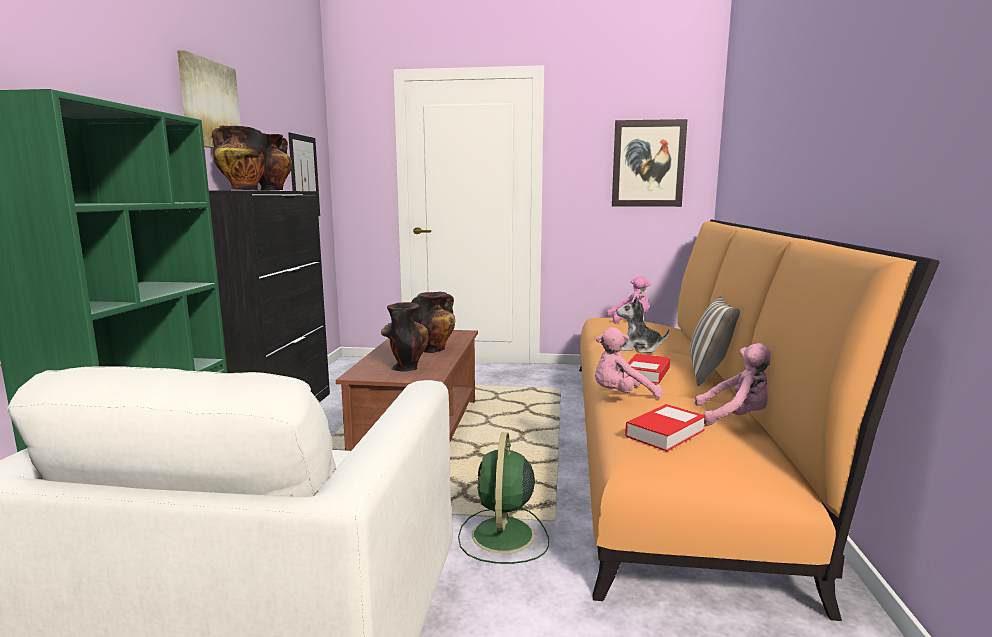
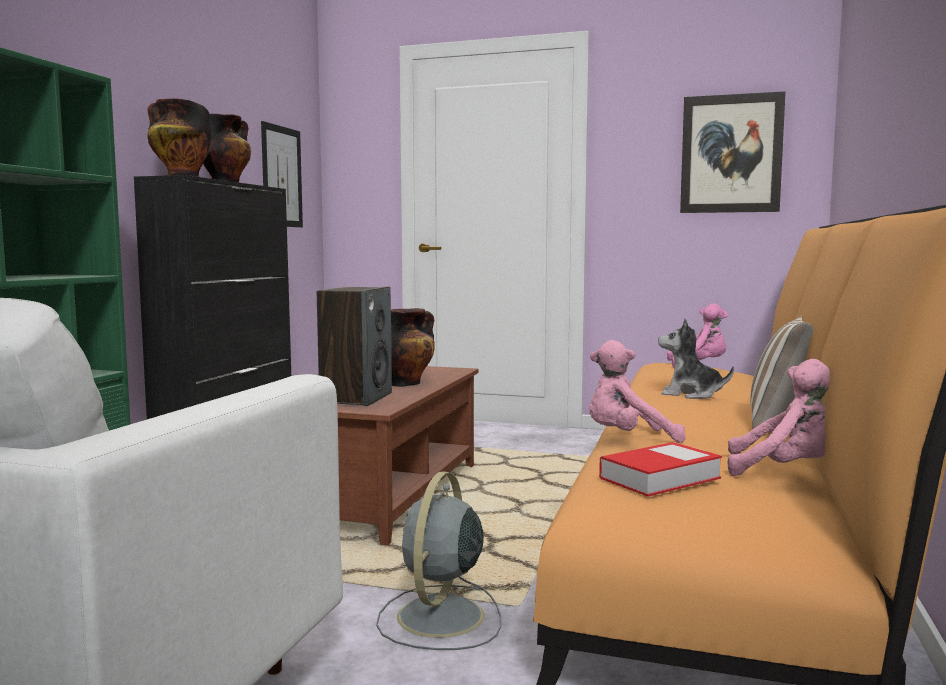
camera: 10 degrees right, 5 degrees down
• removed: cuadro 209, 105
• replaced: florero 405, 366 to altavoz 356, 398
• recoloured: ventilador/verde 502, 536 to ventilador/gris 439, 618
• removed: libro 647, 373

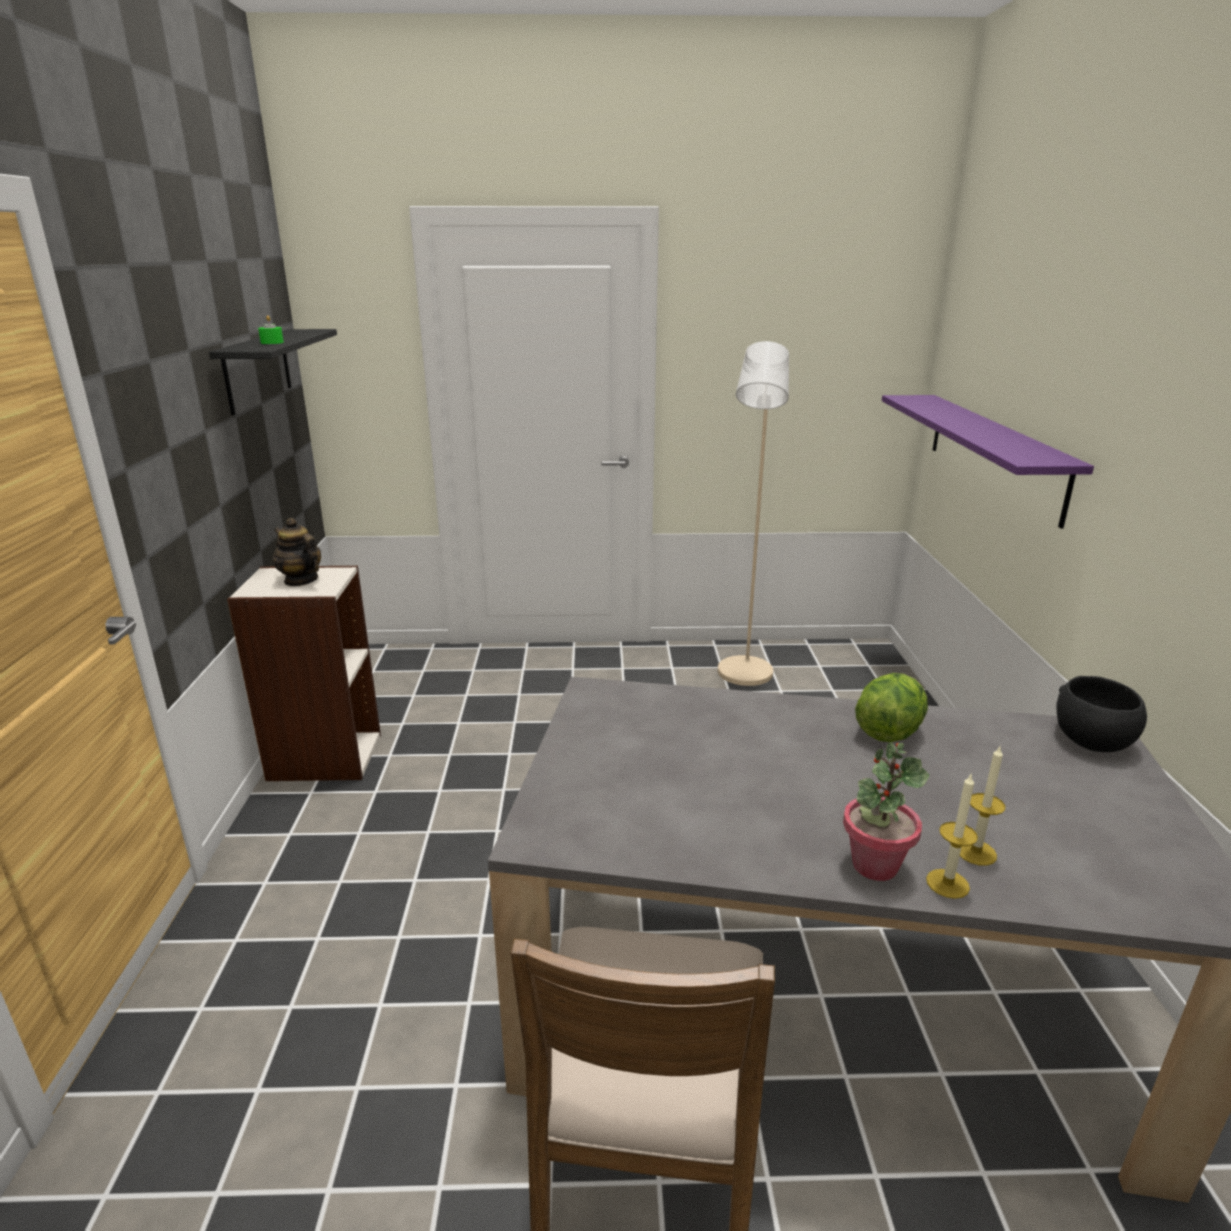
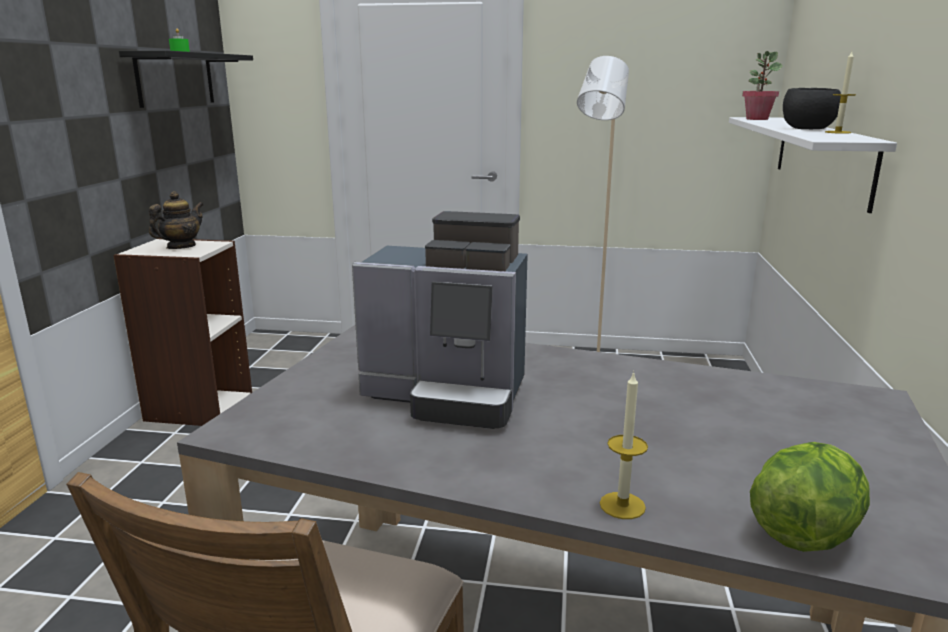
camera: 10 degrees right, 5 degrees down
• turned: tetera 301, 580 = 181, 247 75 degrees clockwise
• moved: planta en maceta 874, 865 to 757, 119
• moved: lechuga 888, 732 to 804, 533
• recoloured: estante/morado 994, 453 to estante/blanco 821, 157
• moved: vela 975, 852 to 838, 132
• moved: cuenco/negro 1090, 740 to 807, 128
• added: cafetera 449, 395

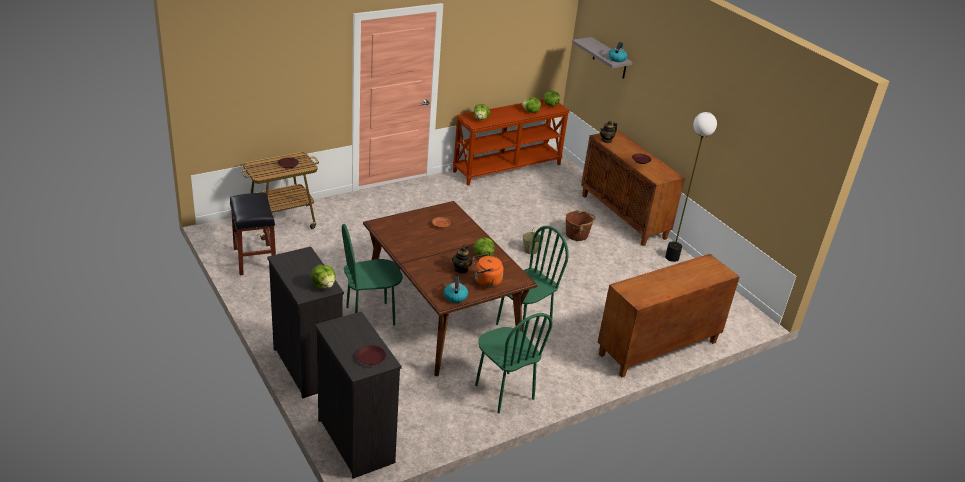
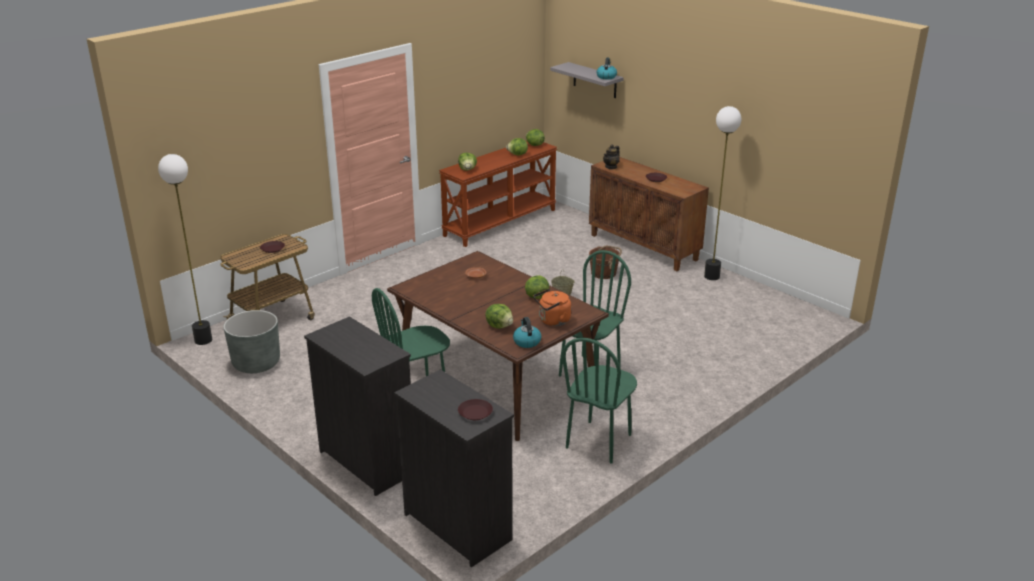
camera: 10 degrees left, 5 degrees down
• replaced: taburete/negro 254, 259 to maceta/gris 256, 363
• moved: lechuga 324, 285 to 500, 326
• removed: tetera 461, 269
• turned: silla/verde 504, 392 = 599, 441 75 degrees clockwise
• removed: armario/marrón 658, 349
• added: lámpara de pie 203, 340

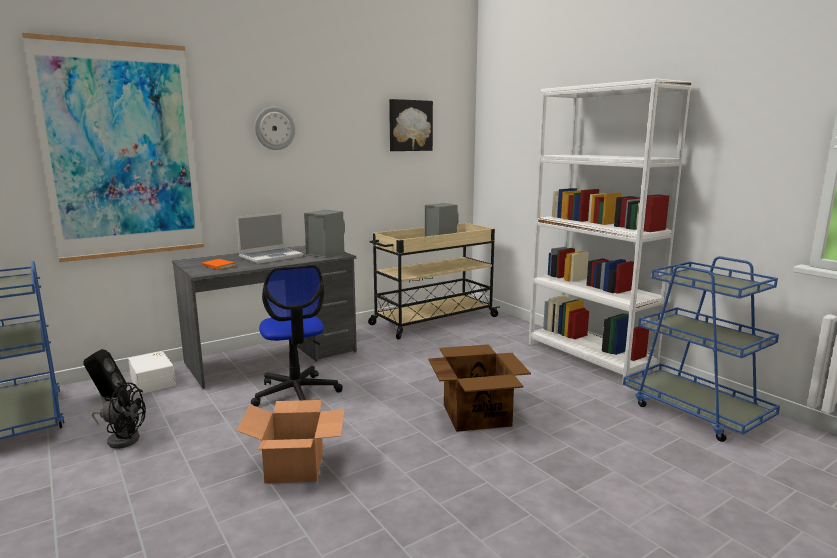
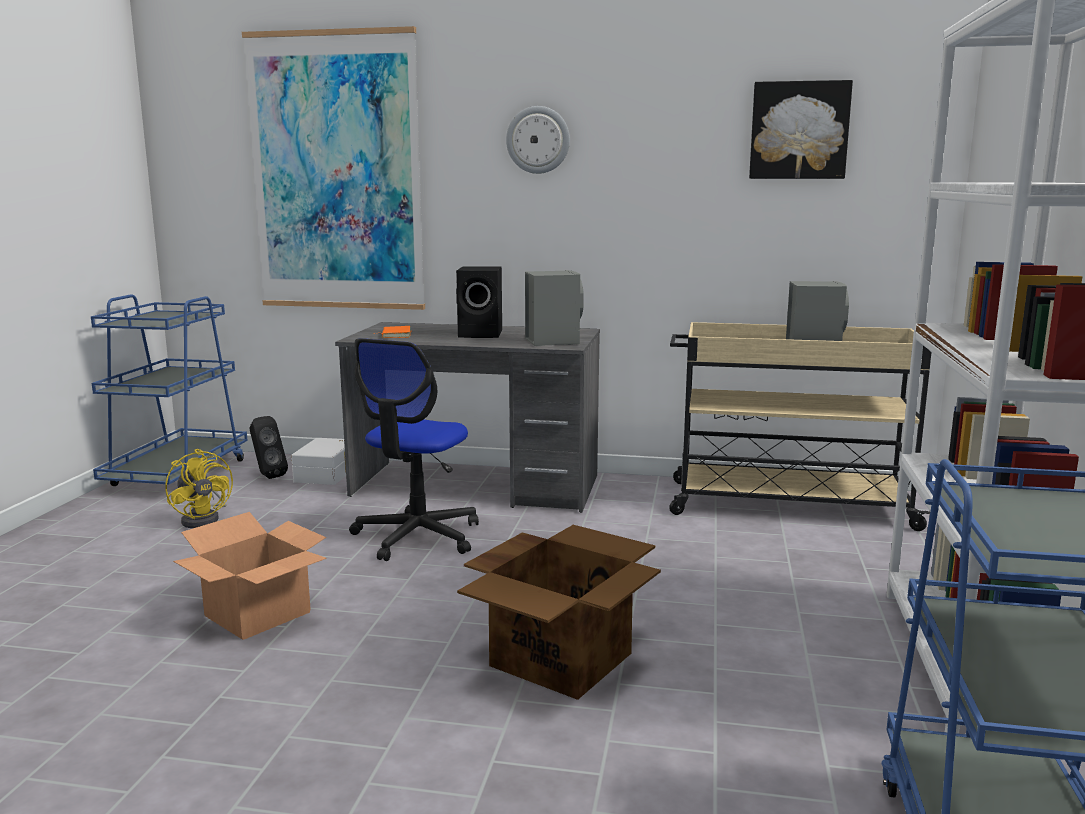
camera: 45 degrees right, 0 degrees up
• recoloured: ventilador/negro 122, 438 to ventilador/amarillo 204, 519
• replaced: portátil 271, 257 to altavoz/negro 482, 334

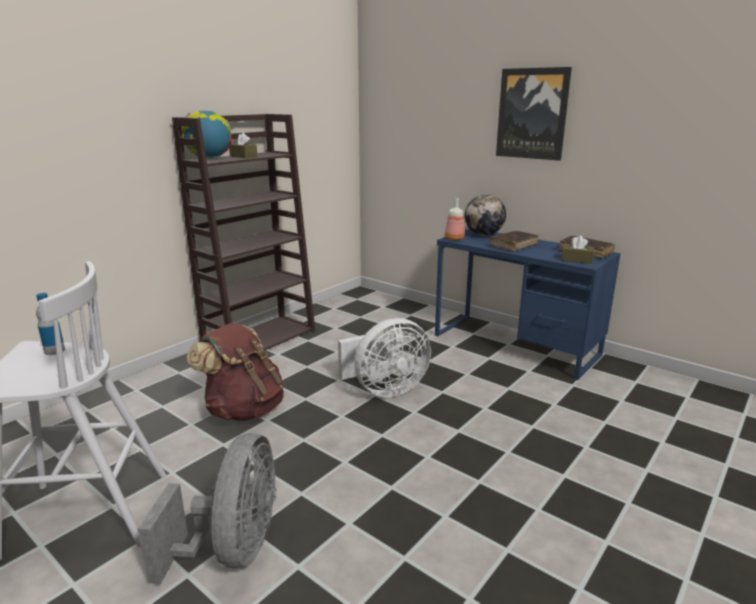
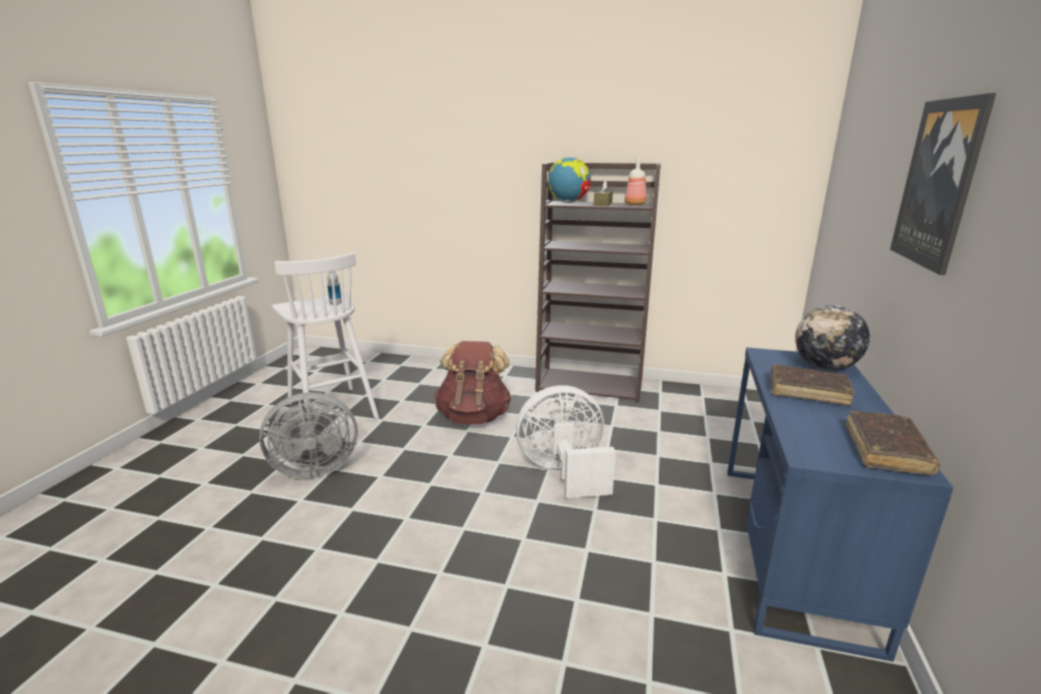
camera: 65 degrees right, 0 degrees up
• turned: ventilador/blanco 385, 390 = 564, 472 135 degrees clockwise
• moved: botella 453, 239 to 634, 204
• removed: caja de pañuelos/marrón 576, 260

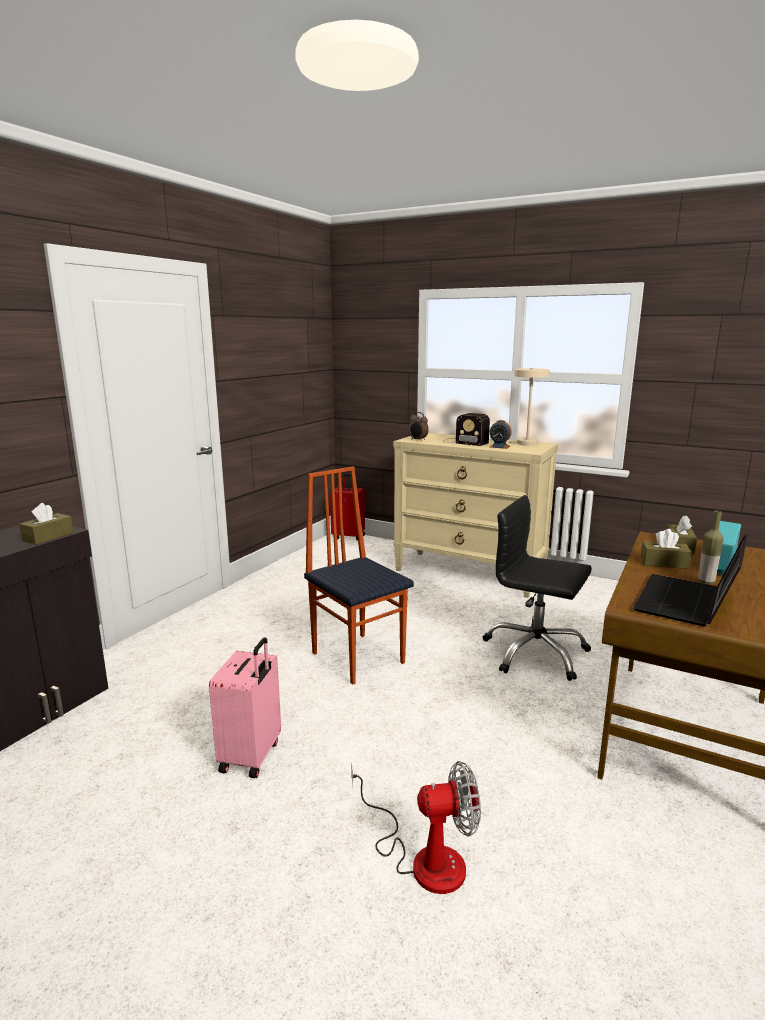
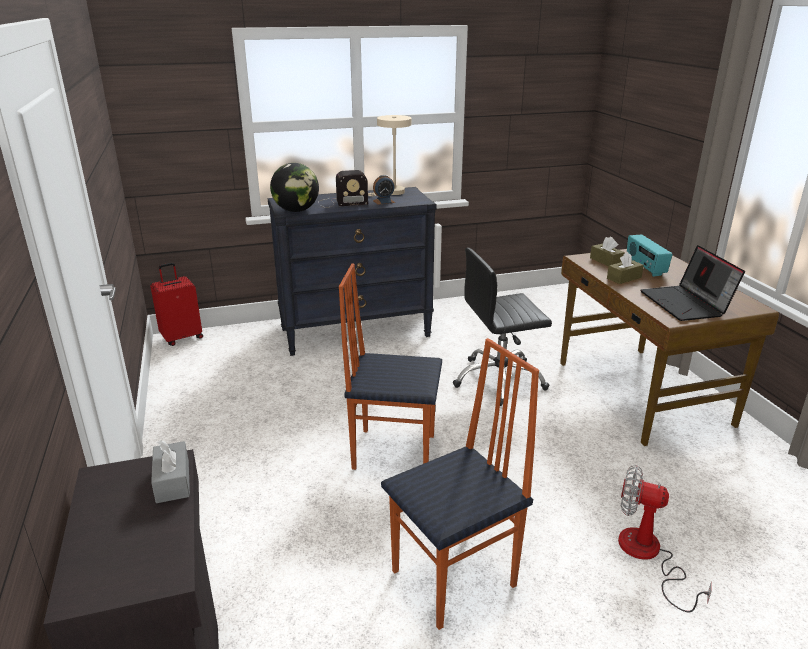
camera: 45 degrees left, 10 degrees up
• recoloured: caja de pañuelos/marrón 48, 537 to caja de pañuelos/gris 173, 481
• replaced: maleta/rosa 252, 756 to silla 456, 579
• turned: ventilador 423, 857 = 647, 556 105 degrees counterclockwise
• recoloured: cómoda/beis 470, 573 to cómoda/negro 356, 332
• replaced: despertador 418, 440 to globo terráqueo 296, 210
• removed: botella 706, 581

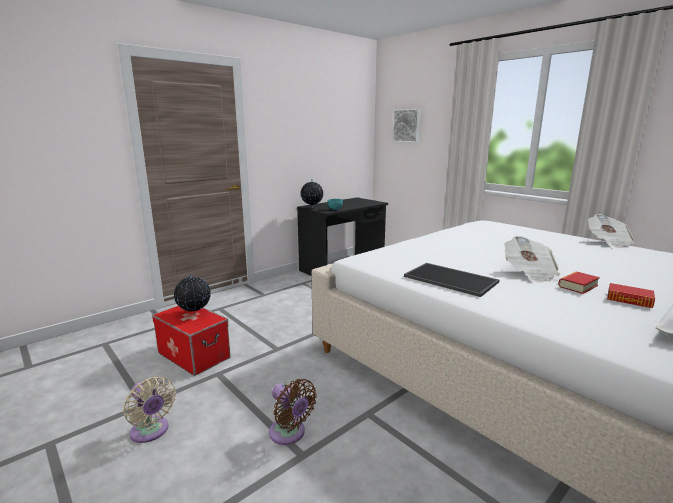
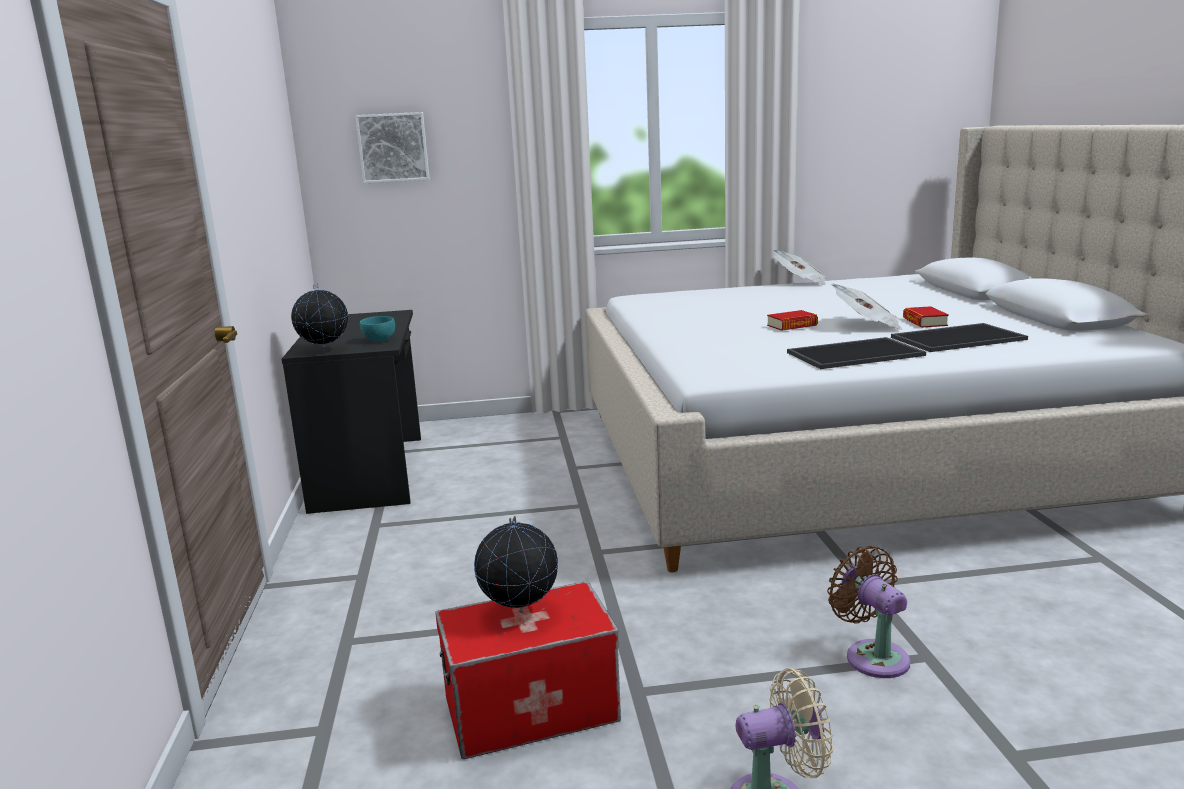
camera: 55 degrees left, 0 degrees up
• turned: ventilador/marrón 289, 434 = 873, 656 105 degrees counterclockwise
• moved: libro 629, 300 to 792, 325
• added: bandeja 957, 338

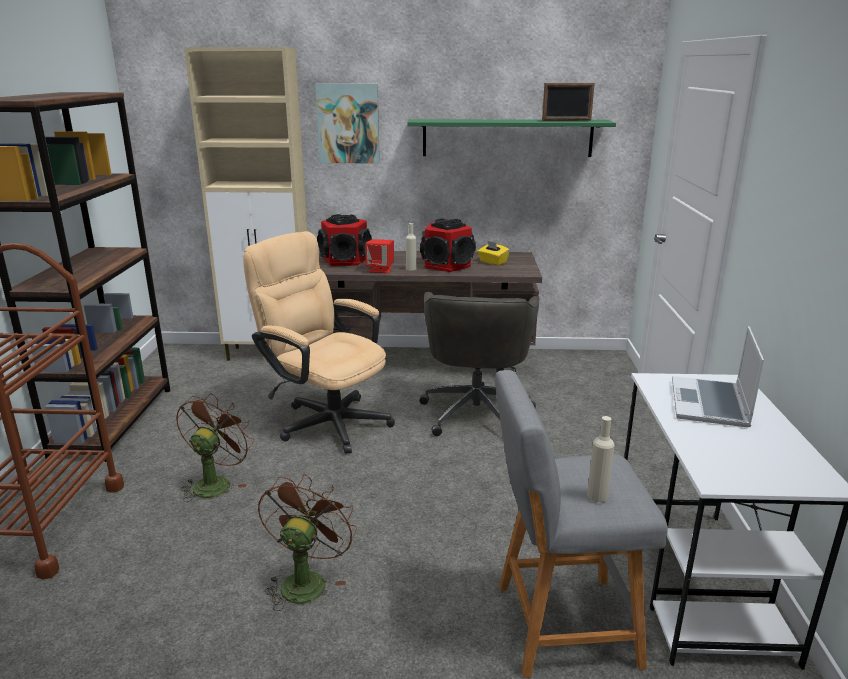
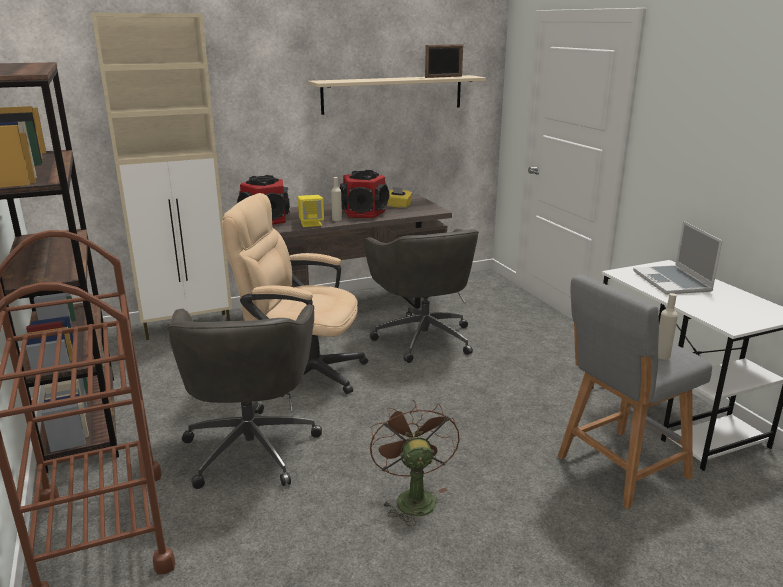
camera: 25 degrees left, 0 degrees up
• replaced: ventilador/marrón 215, 482 to silla de oficina/gris 251, 446
• removed: cuadro 348, 123
• recoloured: altavoz/rojo 380, 270 to altavoz/amarillo 311, 224
• recoloured: estante/verde 507, 138 to estante/beis 393, 94

